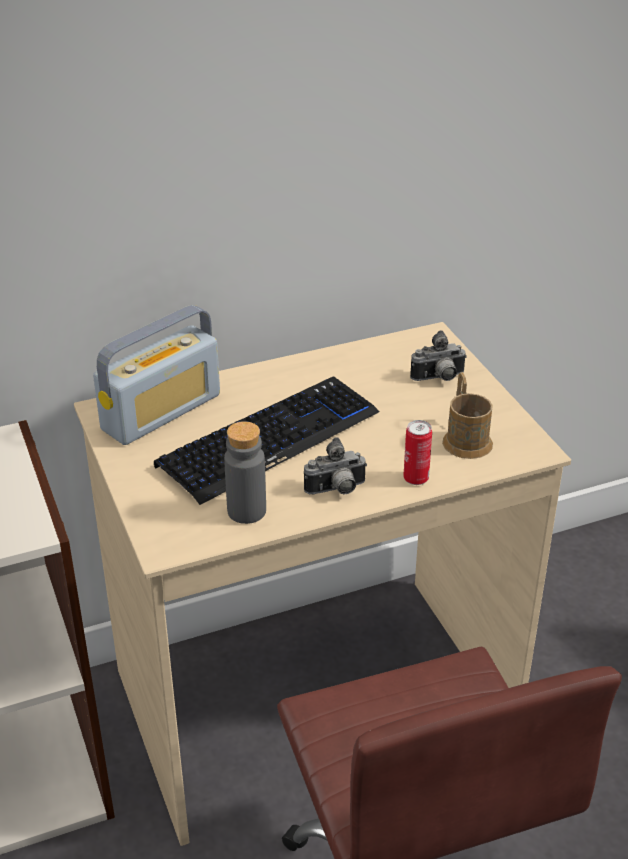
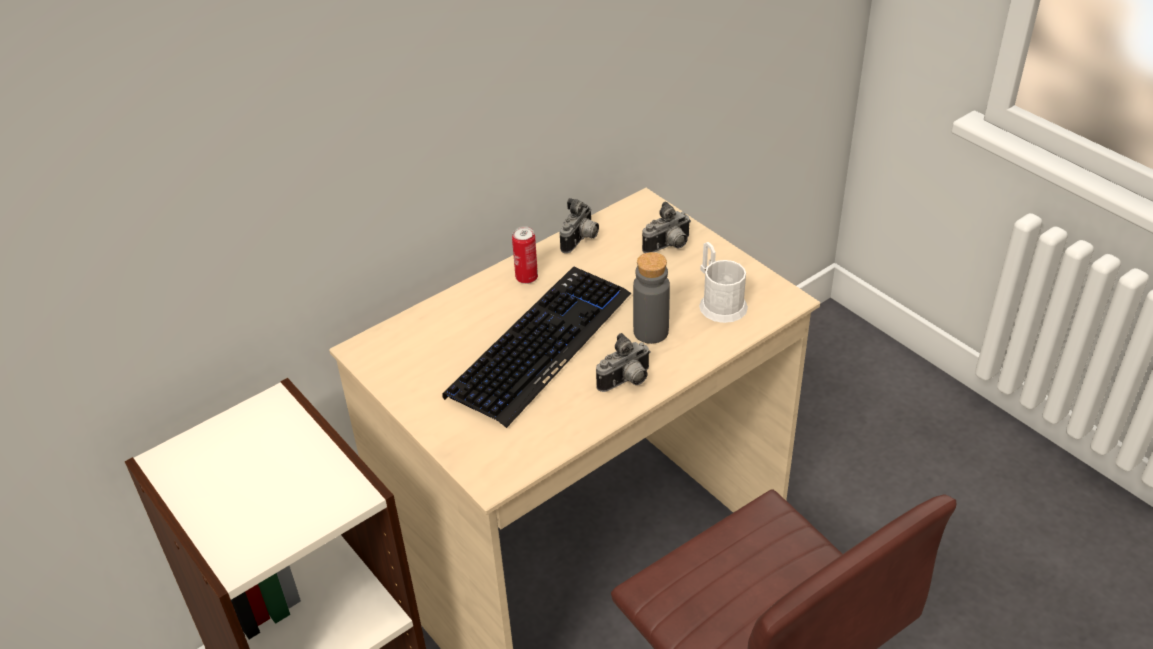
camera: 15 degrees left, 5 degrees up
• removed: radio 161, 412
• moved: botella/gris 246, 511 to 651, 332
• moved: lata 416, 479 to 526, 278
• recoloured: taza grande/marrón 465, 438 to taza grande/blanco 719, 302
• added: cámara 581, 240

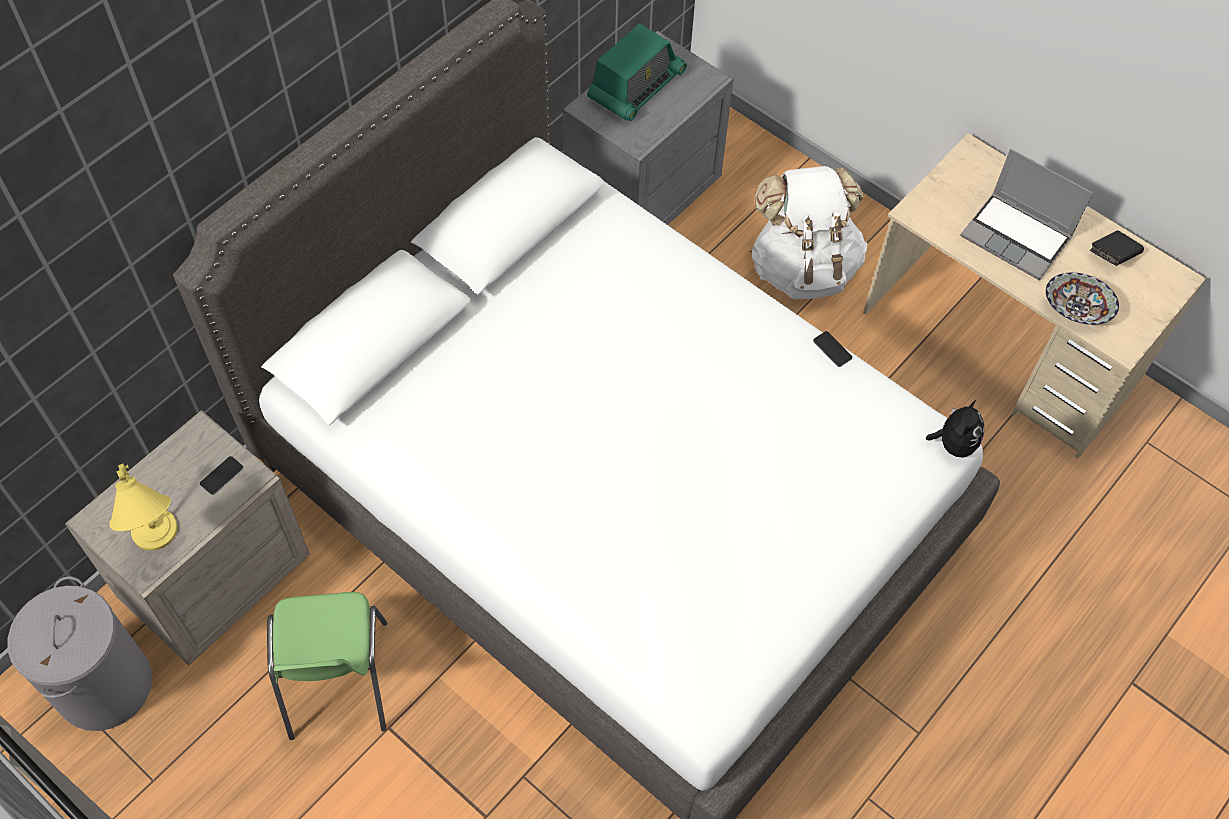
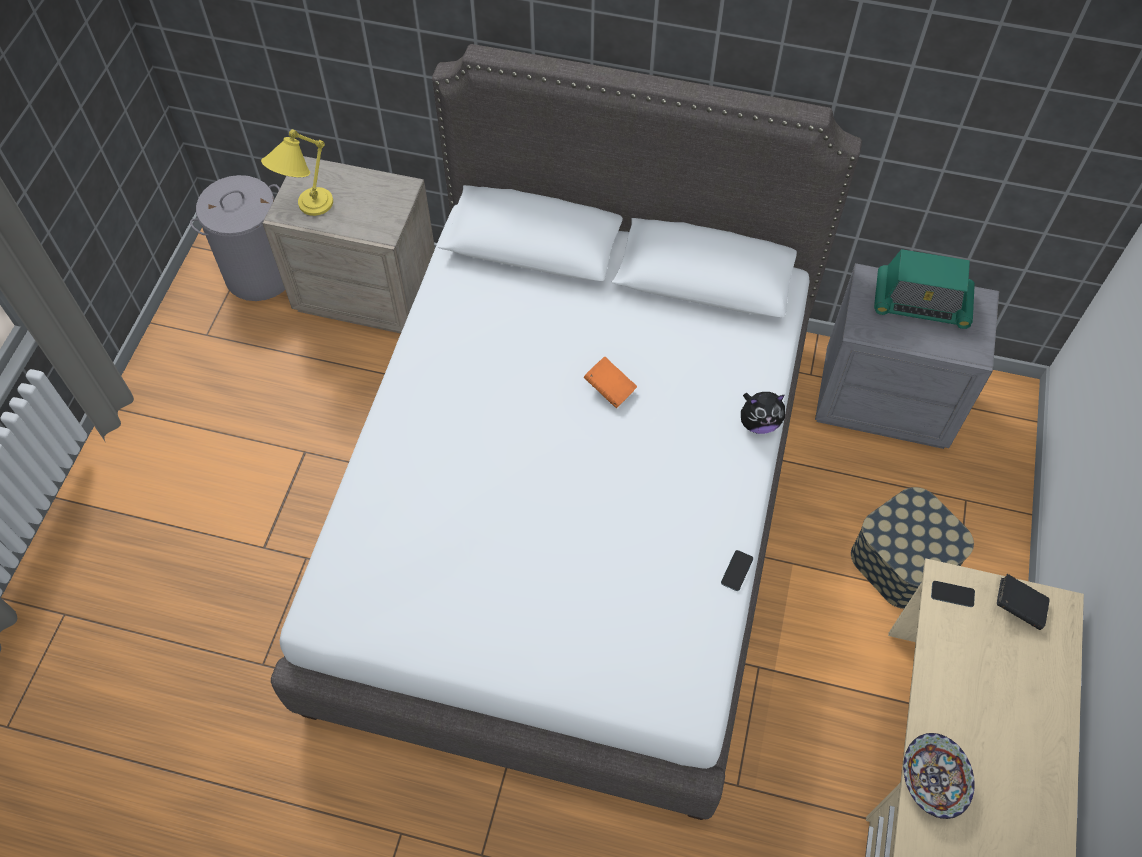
camera: 65 degrees right, 0 degrees up
• moved: móvil 221, 475 to 952, 594
• removed: silla/verde 336, 681
• replaced: mochila/blanco 803, 267 to caja de almacenaje 903, 560
• moved: peluche 953, 444 to 759, 423
• removed: portátil 1017, 237
• moved: libro/negro 1112, 256 to 1018, 607
• added: libro/naranja 609, 389

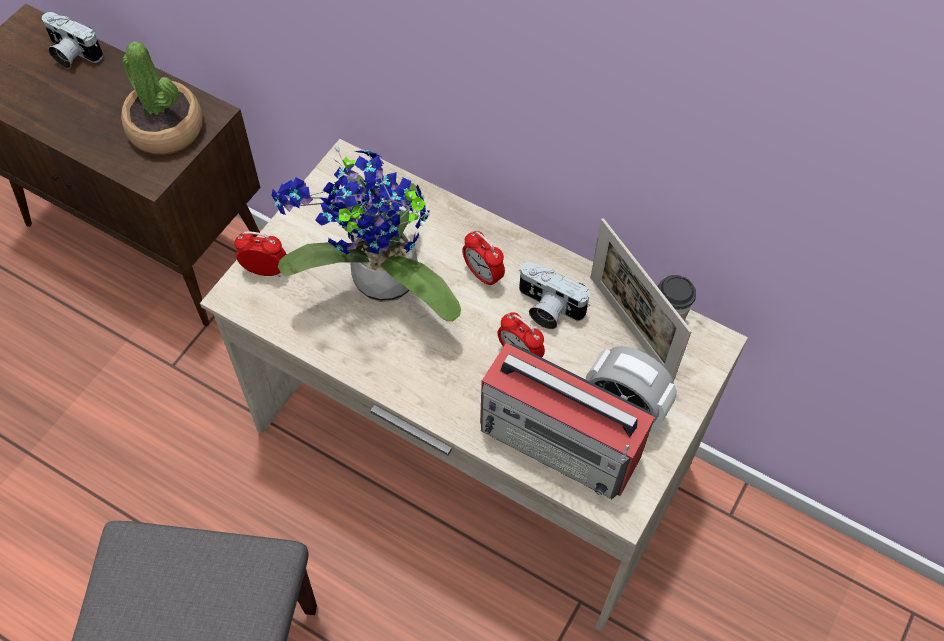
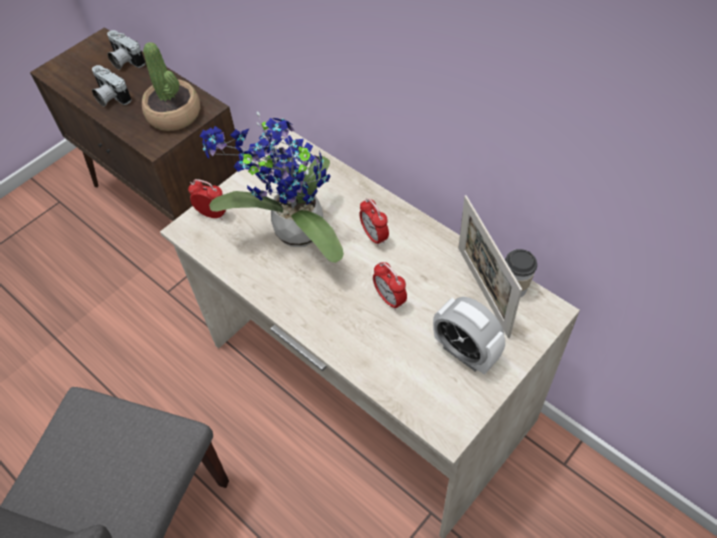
camera: 15 degrees right, 5 degrees down
• removed: radio 561, 443
• moved: cámara 547, 308 to 110, 97

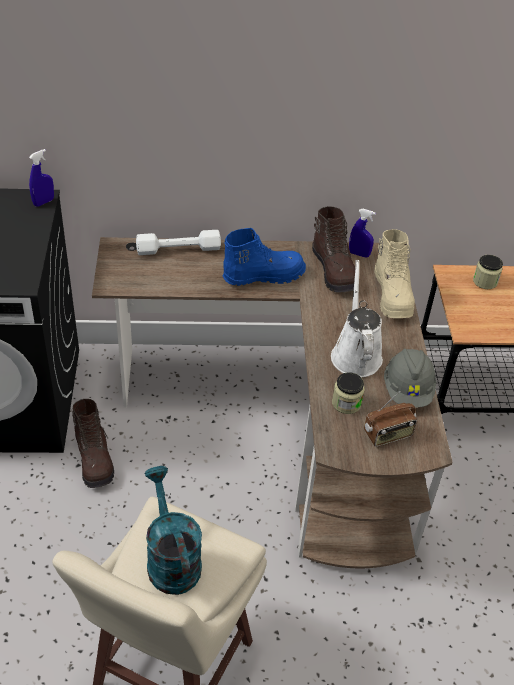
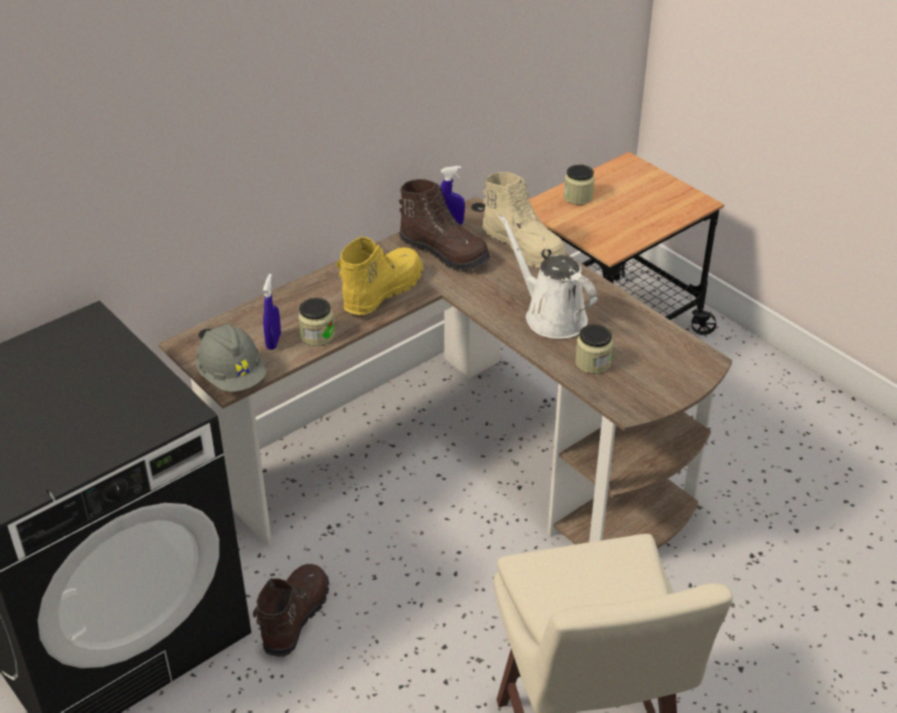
camera: 35 degrees left, 5 degrees down
• moved: pulverizador/azul 43, 202 to 273, 341
• turned: bota/marrón 94, 459 = 294, 617 105 degrees counterclockwise
• removed: mancuerna/blanco 178, 249
• removed: regadera/turquesa 171, 558
• recoloured: bota/azul 263, 275 to bota/amarillo 381, 292
• removed: radio 388, 435
• moved: casco/gris 407, 390 to 232, 377
• added: tarro 317, 336

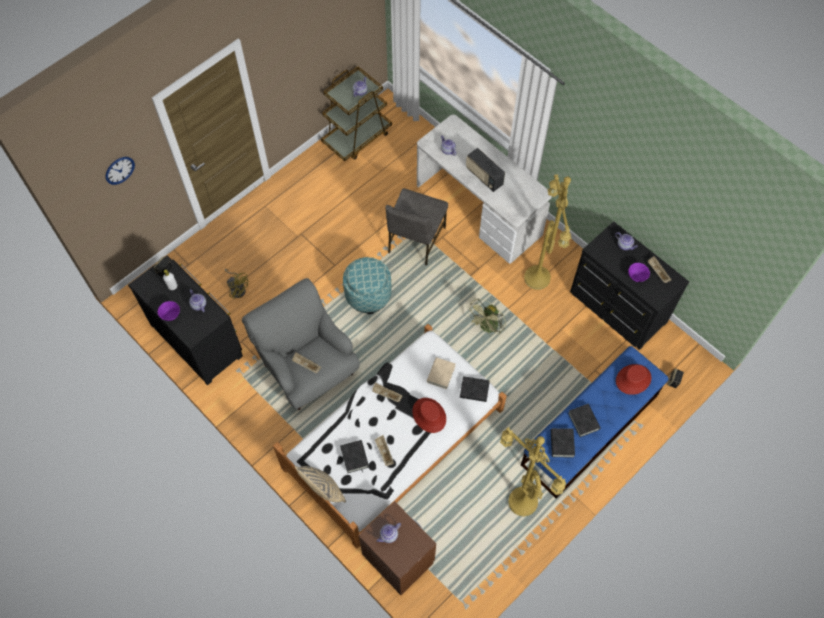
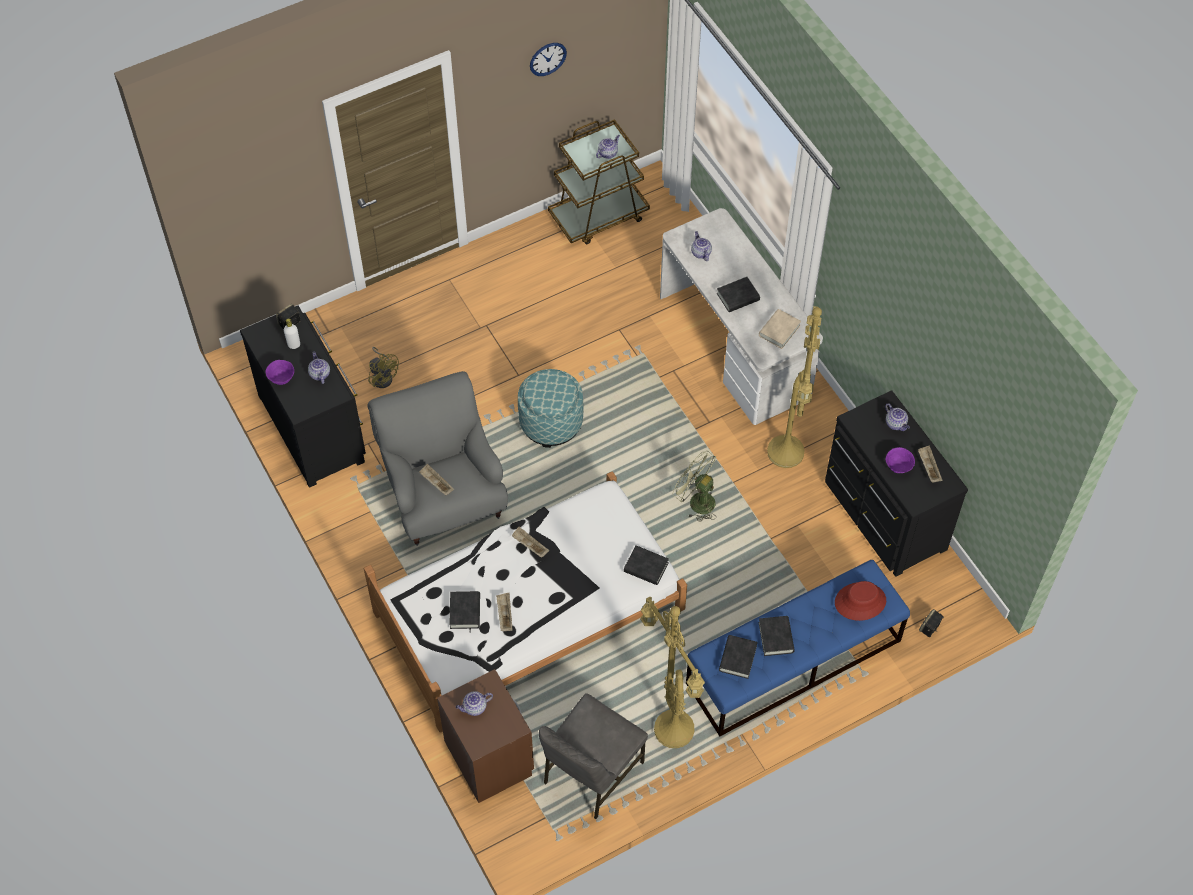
camera: 15 degrees right, 5 degrees down
• moved: reloj de pared 119, 170 to 547, 59
• removed: cojín/beis 323, 490
• moved: silla/gris 415, 240 to 591, 772
• removed: sombrero/rojo 429, 415
• moved: libro/beis 441, 374 to 779, 331
• replaced: radio 484, 177 to libro/negro 738, 297
• turned: ventilador/verde 487, 328 = 696, 501 75 degrees clockwise

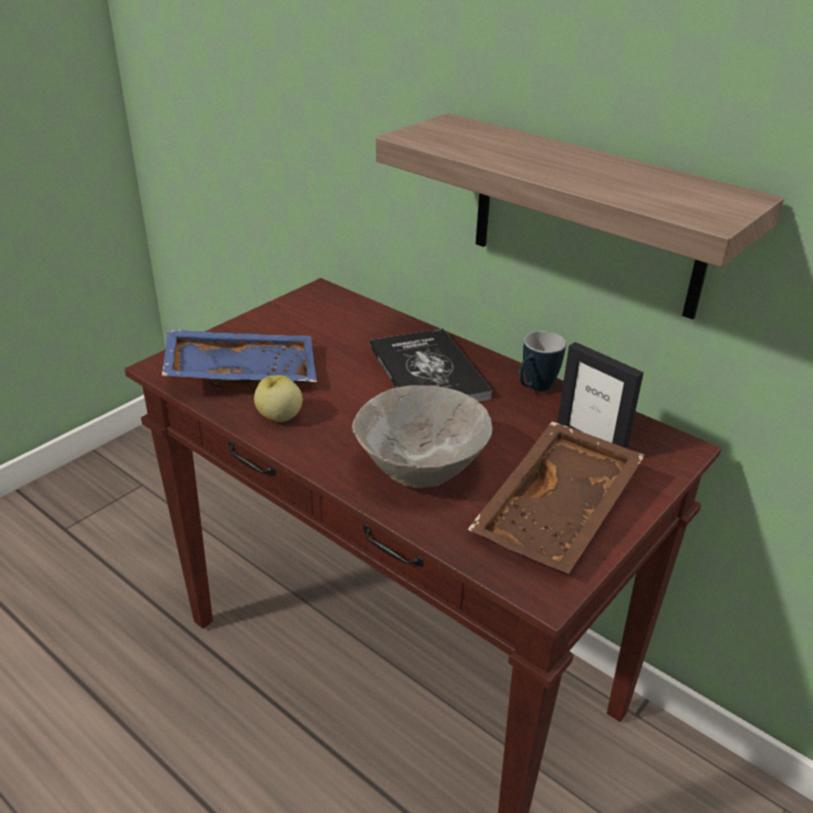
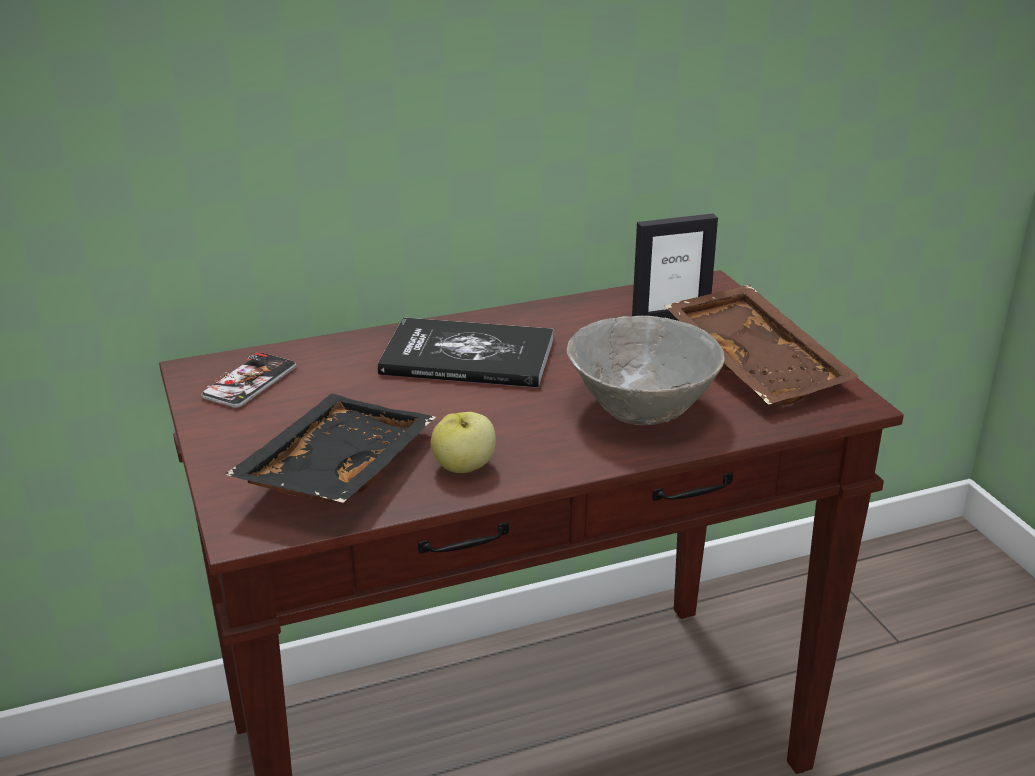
camera: 60 degrees left, 5 degrees down
• recoloured: bandeja/azul 242, 372 to bandeja/negro 335, 470
• removed: estante 587, 216
• removed: taza grande 534, 388
• added: móvil 250, 382

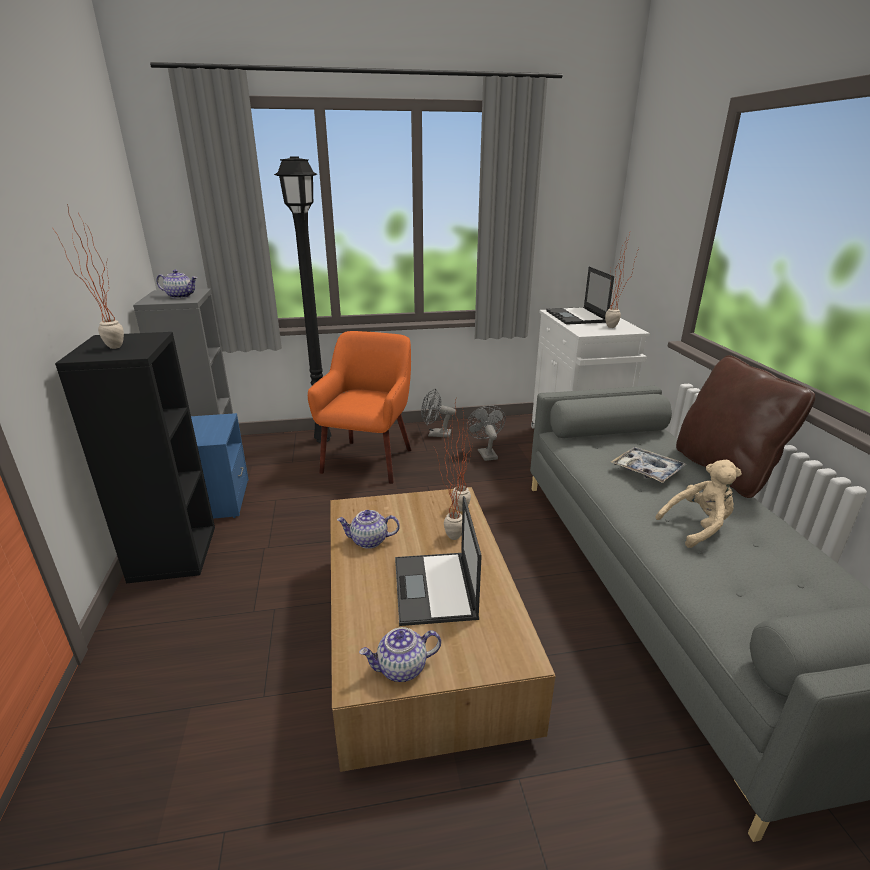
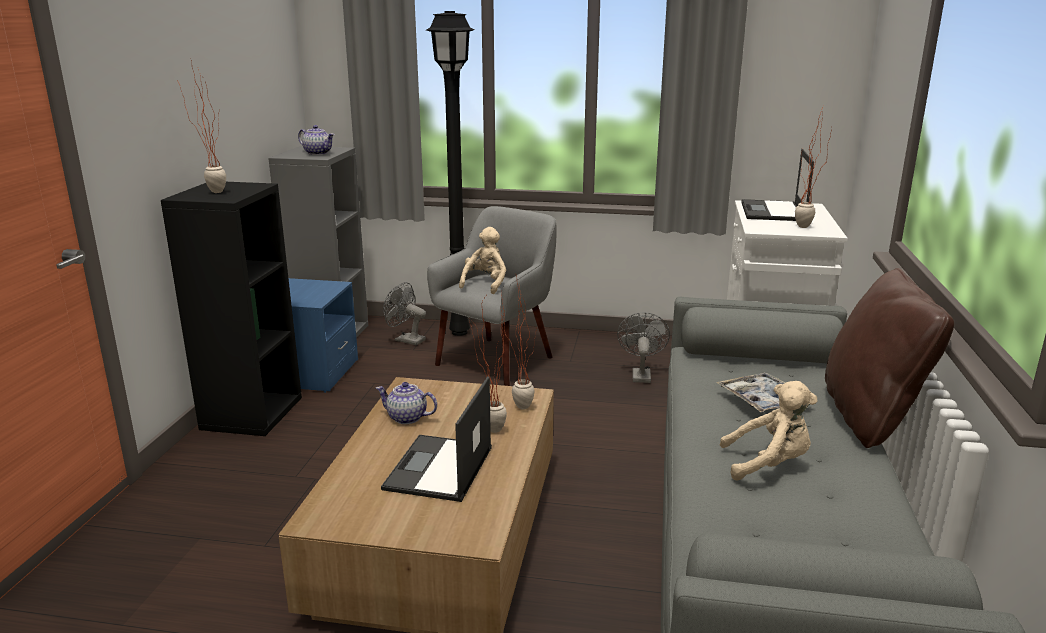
camera: 20 degrees right, 5 degrees down
• recoloured: sillón/naranja 369, 460 to sillón/gris 496, 361
• removed: tetera 401, 668
• moved: ventilador/gris 435, 434 to 405, 340
• added: peluche/beis 485, 284

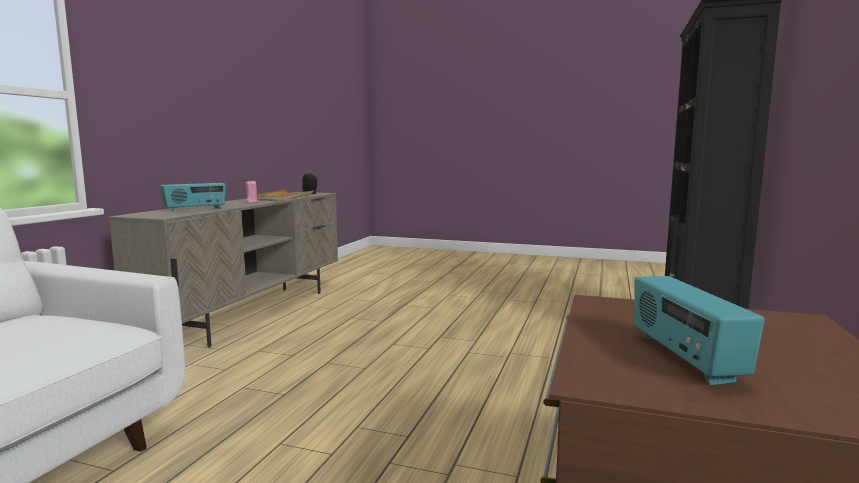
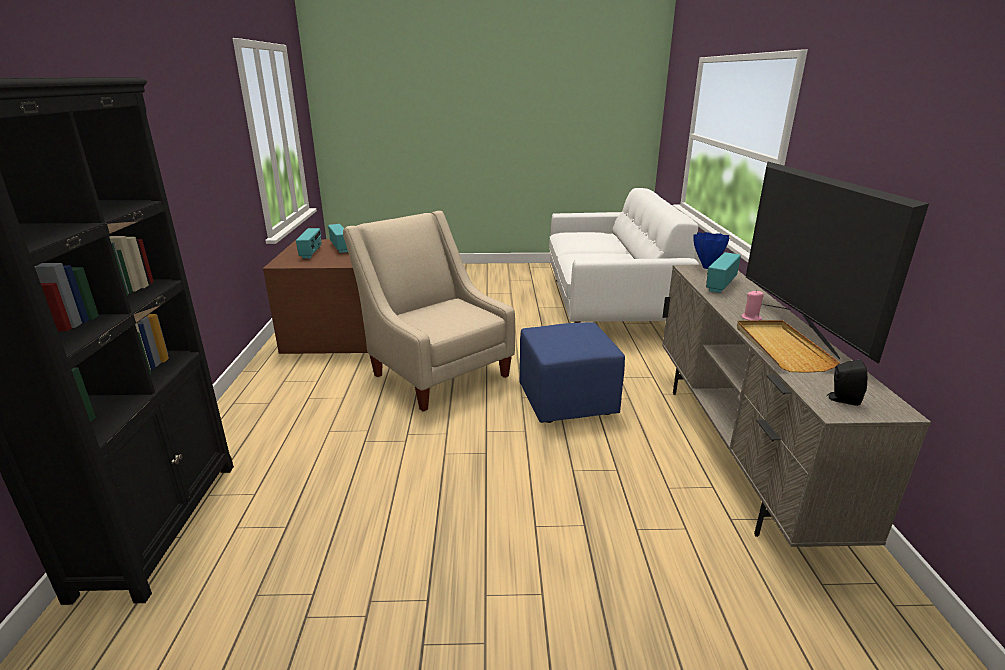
camera: 160 degrees right, 15 degrees up
• added: radio 311, 253
• added: sillón/beis 435, 371
• added: puf/azul 568, 402
• added: florero/azul 706, 267
• added: televisor 798, 328

